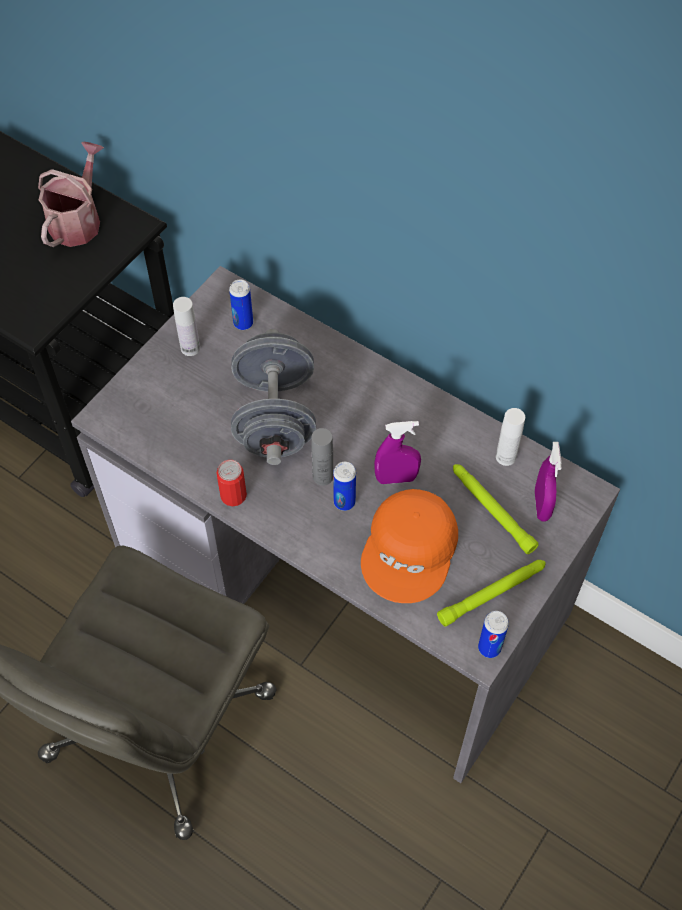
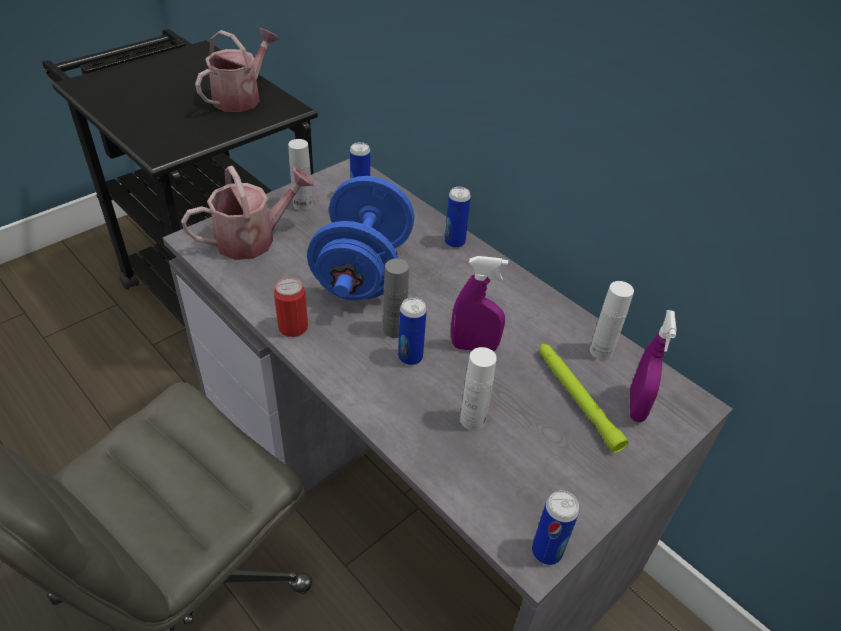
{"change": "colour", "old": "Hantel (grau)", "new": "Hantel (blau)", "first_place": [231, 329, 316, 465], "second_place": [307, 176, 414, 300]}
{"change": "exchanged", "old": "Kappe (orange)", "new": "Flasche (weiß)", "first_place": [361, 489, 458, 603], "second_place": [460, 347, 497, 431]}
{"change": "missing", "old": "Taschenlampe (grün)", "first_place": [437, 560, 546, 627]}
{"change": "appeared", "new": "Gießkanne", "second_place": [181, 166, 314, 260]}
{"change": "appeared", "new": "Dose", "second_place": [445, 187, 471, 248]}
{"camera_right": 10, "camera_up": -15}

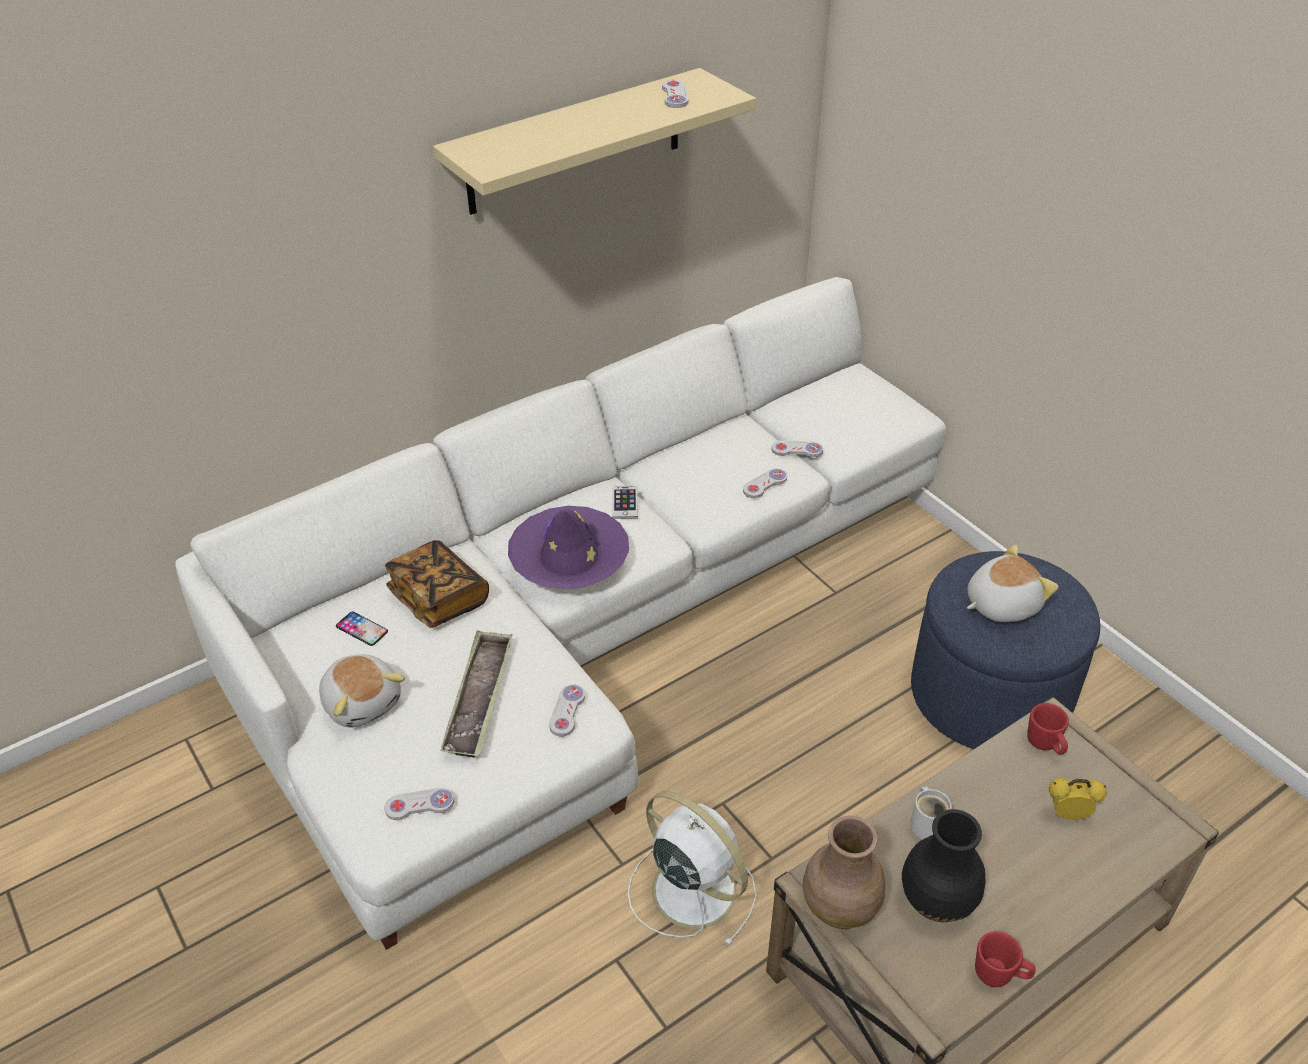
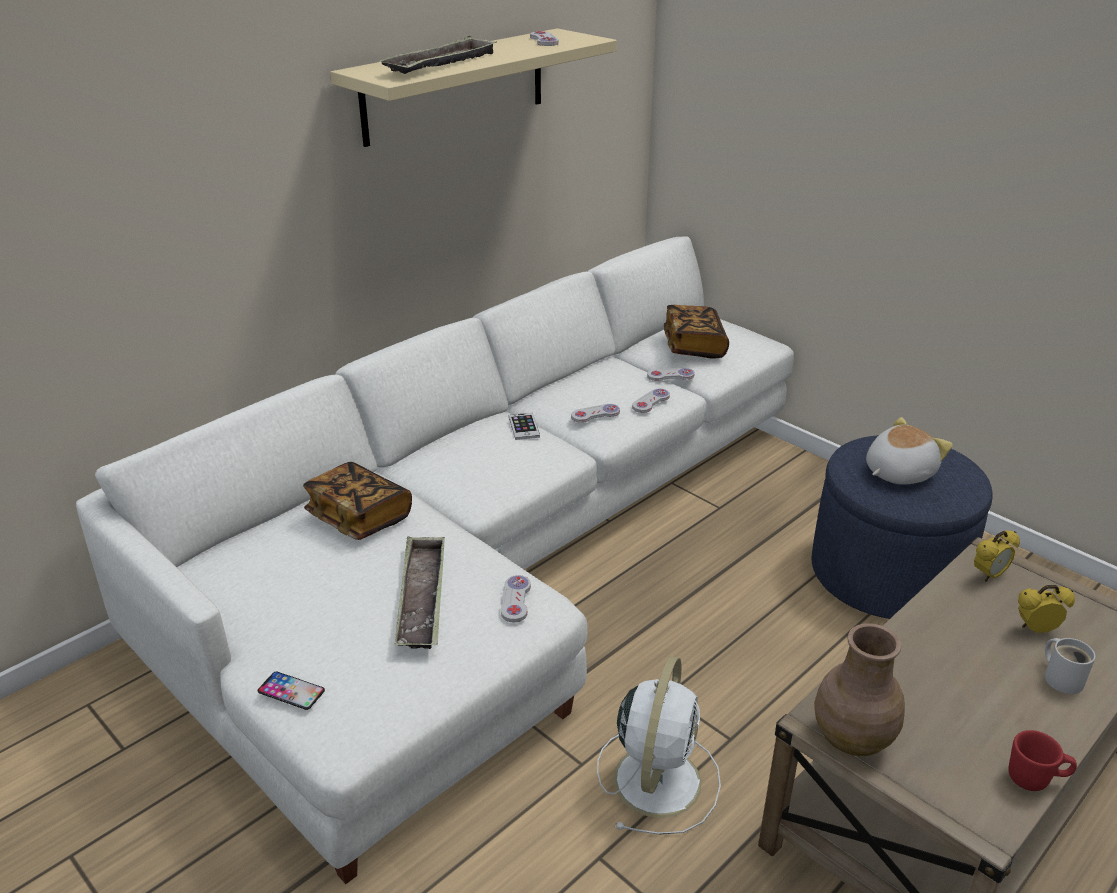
{"change": "missing", "old": "Hut (lila)", "first_place": [508, 506, 629, 589]}
{"change": "relocated", "old": "Handy", "first_place": [336, 612, 388, 646], "second_place": [258, 672, 325, 710]}
{"change": "missing", "old": "Plüschtier", "first_place": [319, 654, 405, 728]}
{"change": "exchanged", "old": "Henkelbecher (rot)", "new": "Wecker", "first_place": [1027, 703, 1069, 755], "second_place": [974, 530, 1020, 582]}
{"change": "relocated", "old": "Henkelbecher (weiß)", "first_place": [910, 787, 952, 840], "second_place": [1045, 638, 1096, 694]}
{"change": "relocated", "old": "Gamepad (weiß)", "first_place": [385, 788, 454, 820], "second_place": [571, 404, 620, 423]}
{"change": "spun", "old": "Ventilator (weiß)", "first_place": [628, 791, 757, 947], "second_place": [597, 656, 721, 835], "degrees": 75}
{"change": "missing", "old": "Vase (schwarz)", "first_place": [902, 809, 986, 922]}
{"change": "appeared", "new": "Tablett", "second_place": [380, 36, 497, 74]}
{"change": "appeared", "new": "Buch", "second_place": [664, 305, 729, 358]}
{"camera_right": -10, "camera_up": -10}

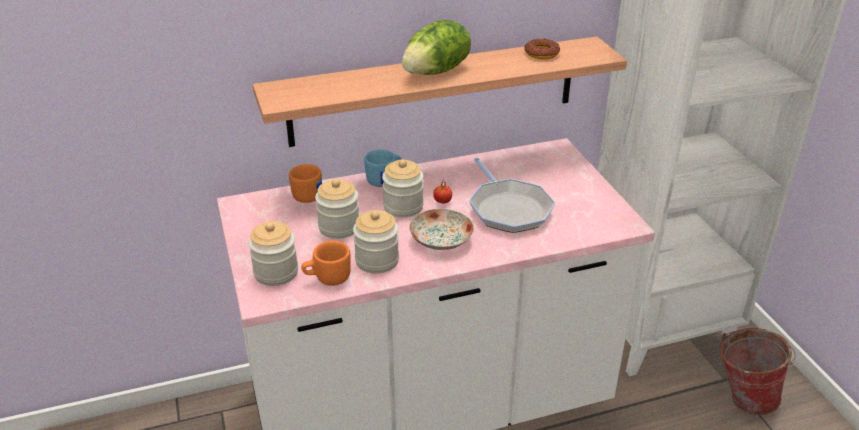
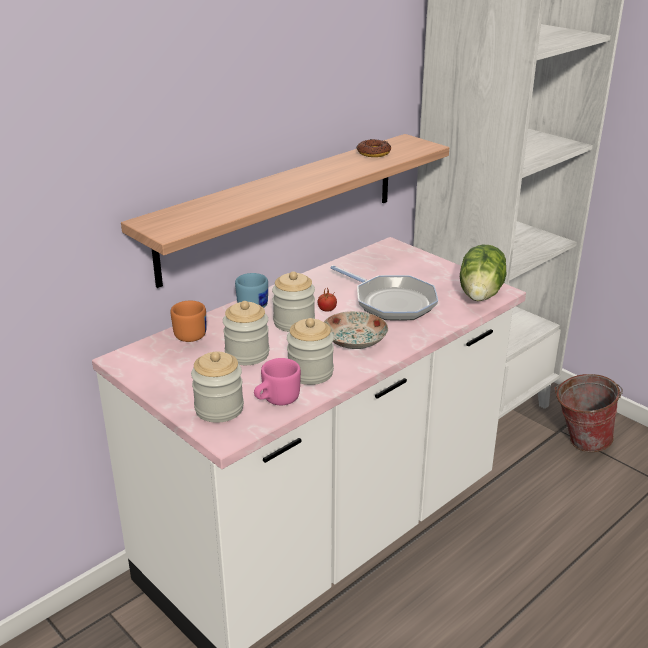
{"change": "relocated", "old": "Salatkopf", "first_place": [402, 20, 471, 75], "second_place": [460, 244, 506, 301]}
{"change": "colour", "old": "Henkelbecher (orange)", "new": "Henkelbecher (rosa)", "first_place": [301, 241, 351, 286], "second_place": [254, 358, 301, 405]}
{"camera_right": -25, "camera_up": -5}

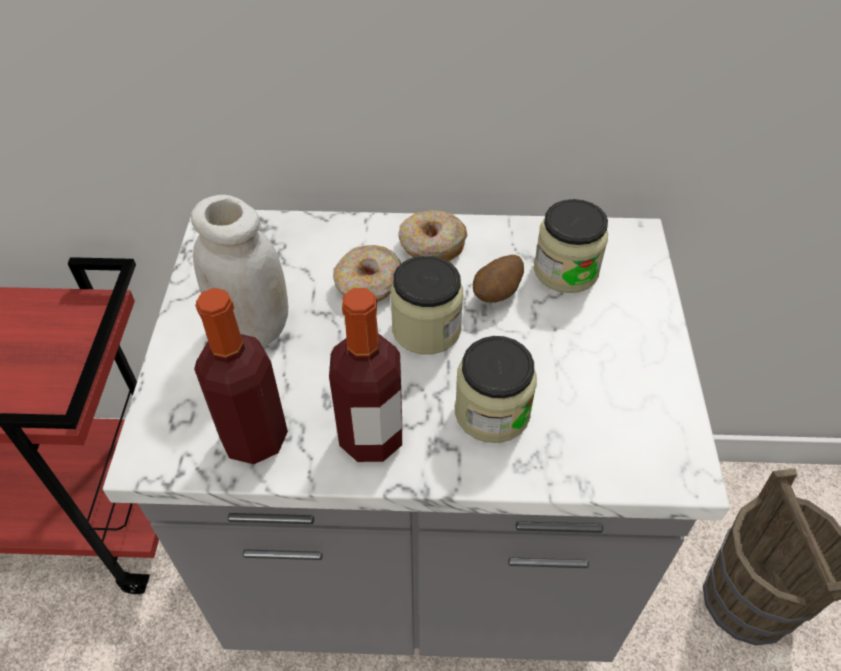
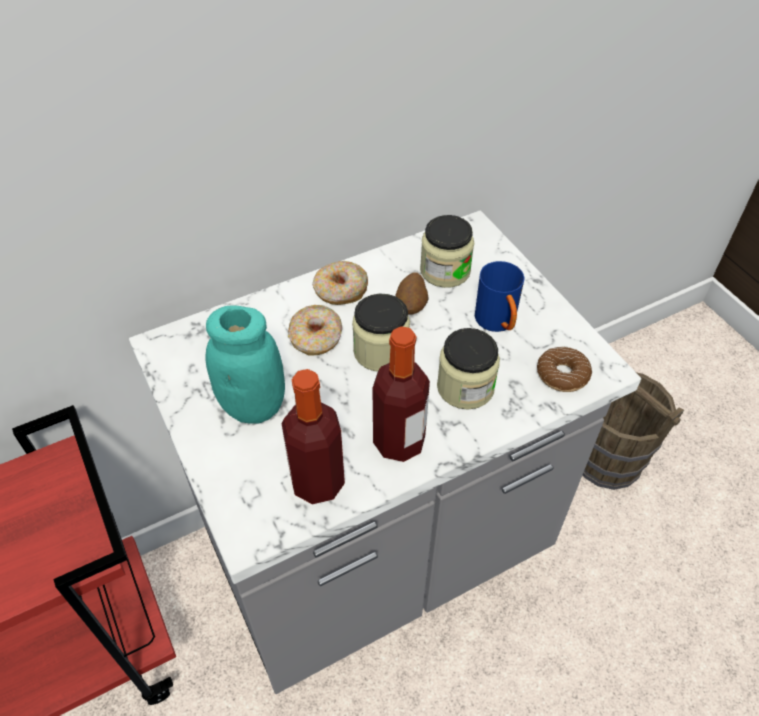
{"change": "colour", "old": "Vorratsglas (weiß)", "new": "Vorratsglas (türkis)", "first_place": [191, 195, 288, 346], "second_place": [206, 306, 285, 424]}
{"change": "appeared", "new": "Henkelbecher (blau)", "second_place": [475, 261, 524, 332]}
{"change": "appeared", "new": "Donut", "second_place": [537, 346, 592, 392]}
{"camera_right": -30, "camera_up": 0}

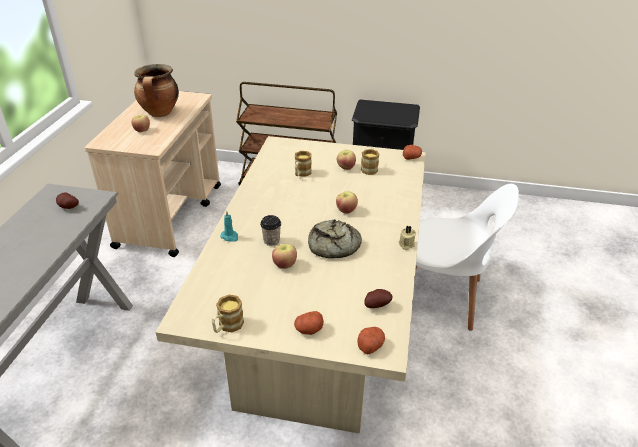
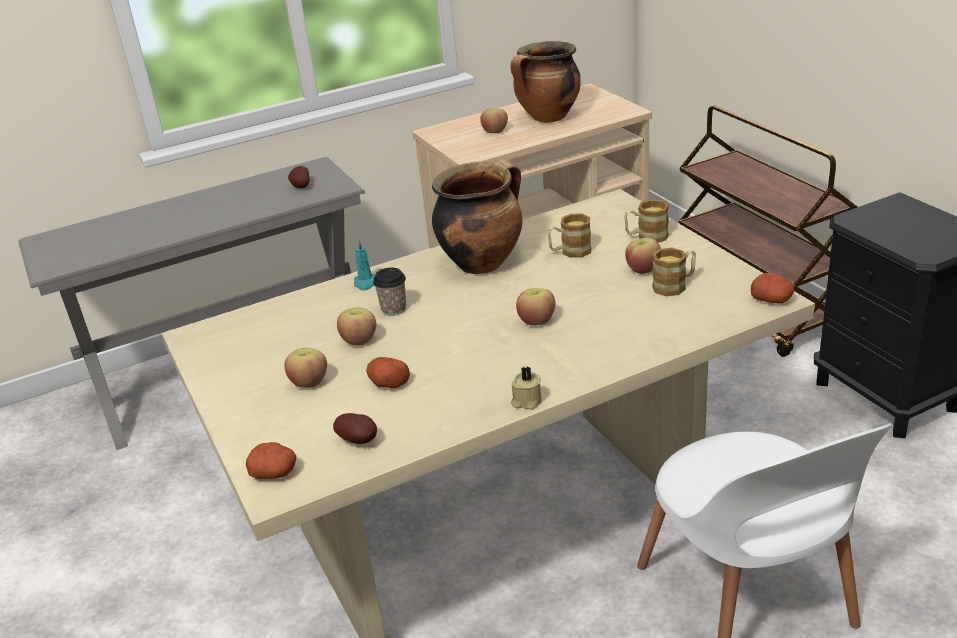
{"change": "missing", "old": "Brot", "first_place": [308, 219, 362, 258]}
{"change": "relocated", "old": "Henkelbecher", "first_place": [212, 295, 244, 333], "second_place": [624, 199, 669, 243]}
{"change": "relocated", "old": "Kartoffel", "first_place": [294, 311, 324, 335], "second_place": [366, 357, 410, 388]}
{"change": "appeared", "new": "Kochtopf", "second_place": [432, 159, 522, 274]}
{"change": "appeared", "new": "Apfel", "second_place": [284, 348, 327, 388]}
{"camera_right": 55, "camera_up": -5}

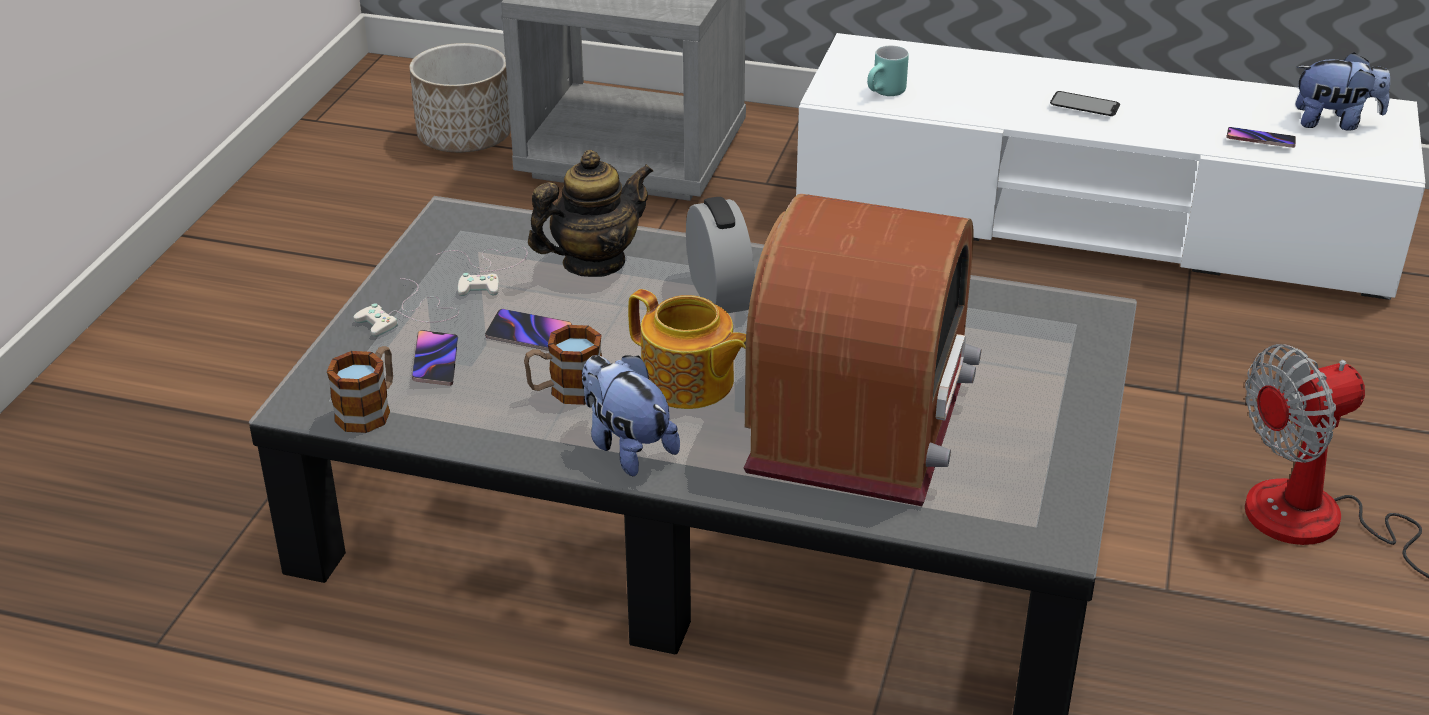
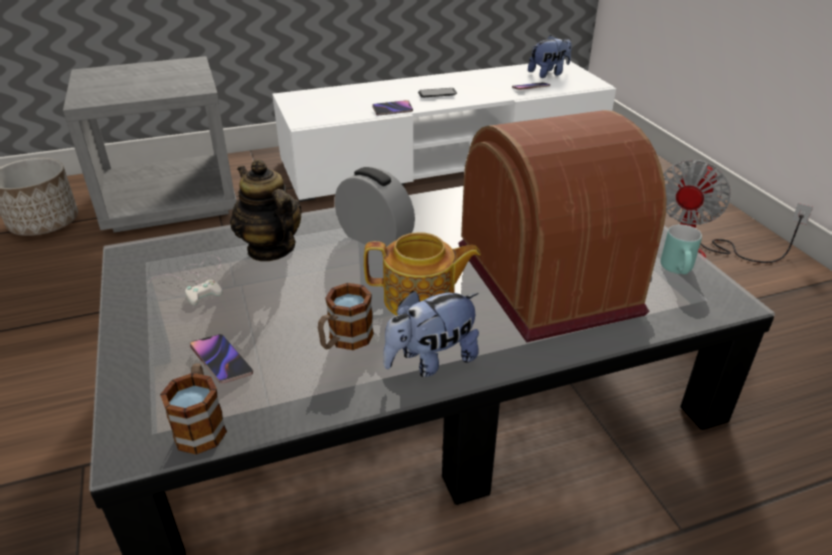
{"change": "relocated", "old": "Henkelbecher (türkis)", "first_place": [867, 45, 909, 96], "second_place": [661, 225, 702, 274]}
{"change": "spun", "old": "Teekanne", "first_place": [528, 150, 653, 277], "second_place": [230, 159, 302, 261], "degrees": -60}
{"change": "missing", "old": "Gamepad (weiß)", "first_place": [353, 278, 459, 337]}
{"change": "relocated", "old": "Handy", "first_place": [485, 309, 572, 351], "second_place": [373, 100, 413, 115]}
{"change": "spun", "old": "Plüschtier", "first_place": [582, 355, 680, 476], "second_place": [383, 291, 479, 377], "degrees": -45}
{"camera_right": -35, "camera_up": 0}

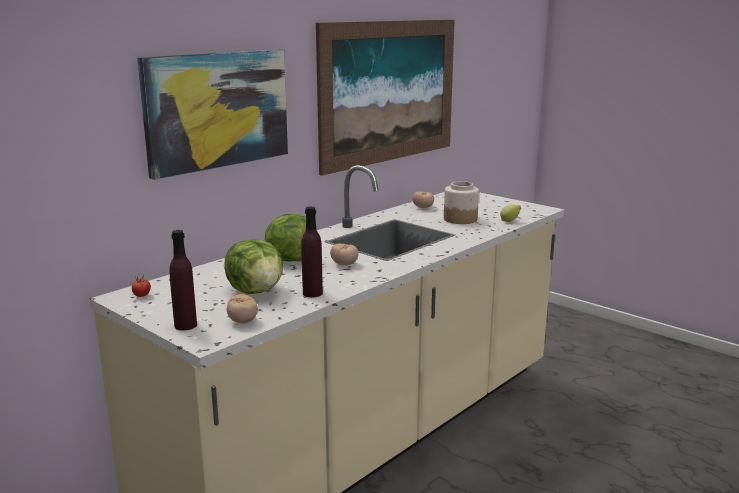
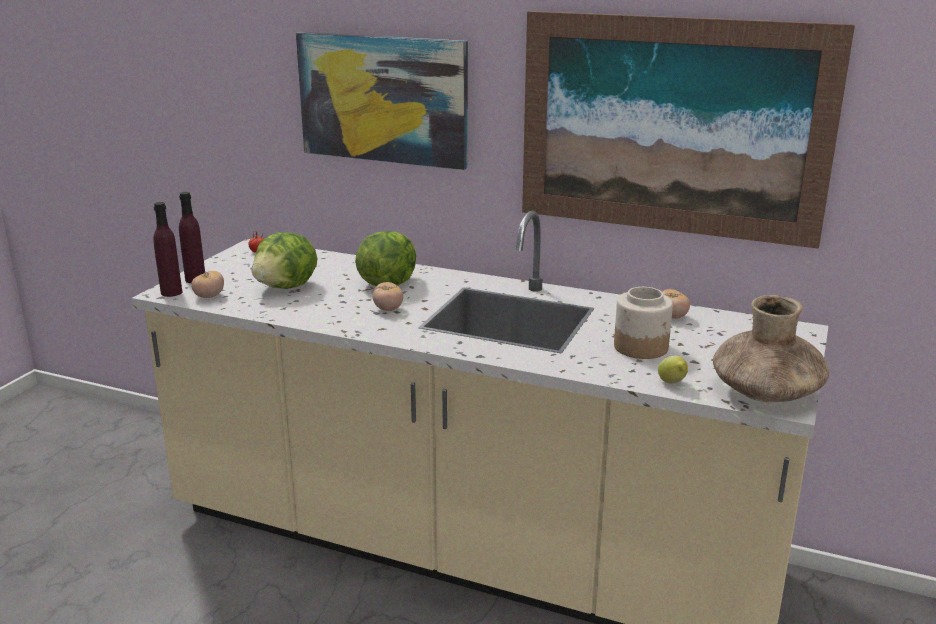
{"change": "relocated", "old": "Flasche (lila)", "first_place": [301, 207, 323, 297], "second_place": [153, 202, 182, 297]}
{"change": "appeared", "new": "Vase (braun)", "second_place": [713, 295, 829, 402]}
{"camera_right": 70, "camera_up": 5}

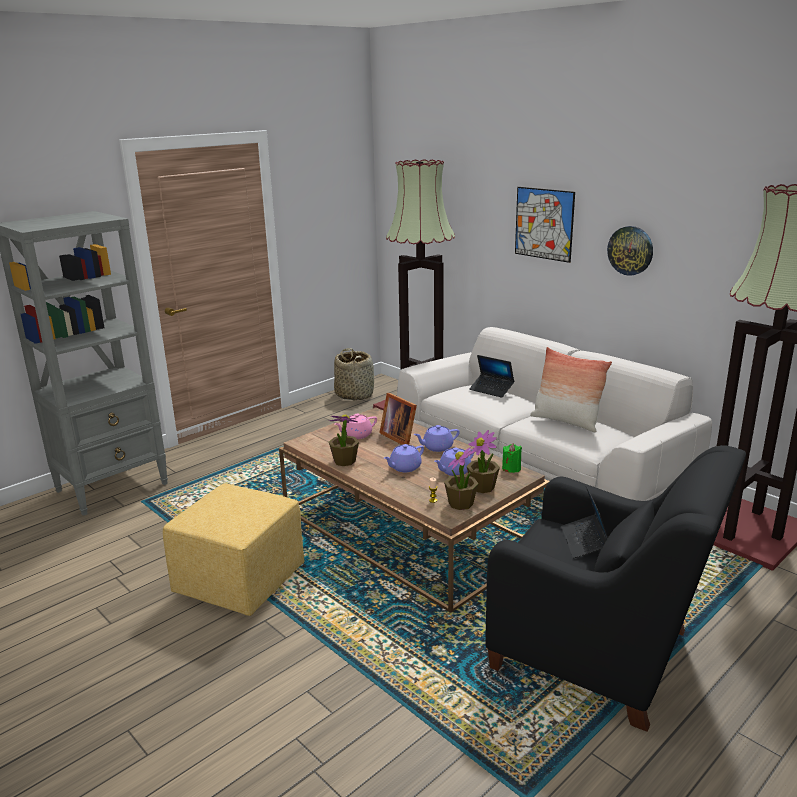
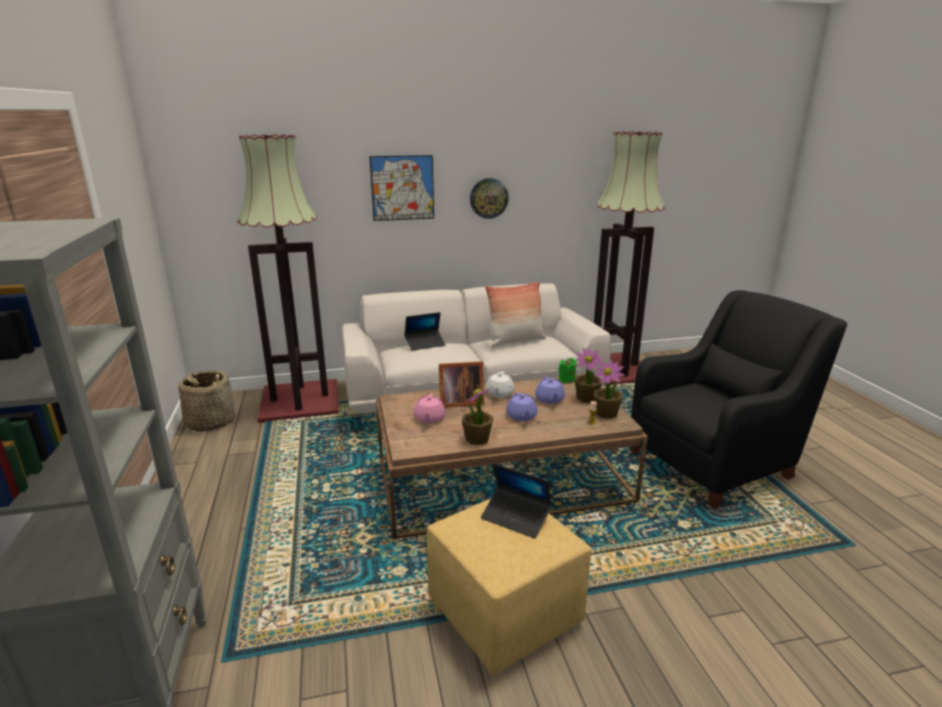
{"change": "colour", "old": "Teekanne (lila)", "new": "Teekanne (weiß)", "first_place": [414, 425, 460, 452], "second_place": [485, 371, 514, 398]}
{"change": "relocated", "old": "Laptop", "first_place": [561, 485, 608, 558], "second_place": [481, 463, 552, 539]}
{"camera_right": -60, "camera_up": 0}

